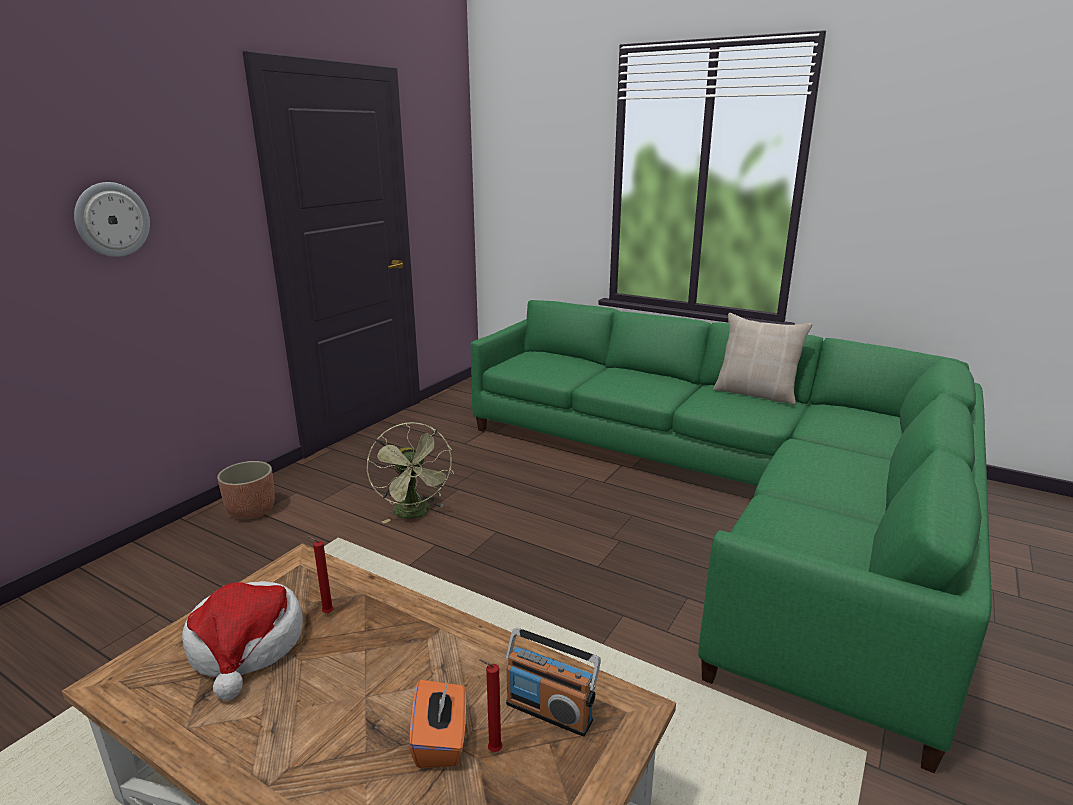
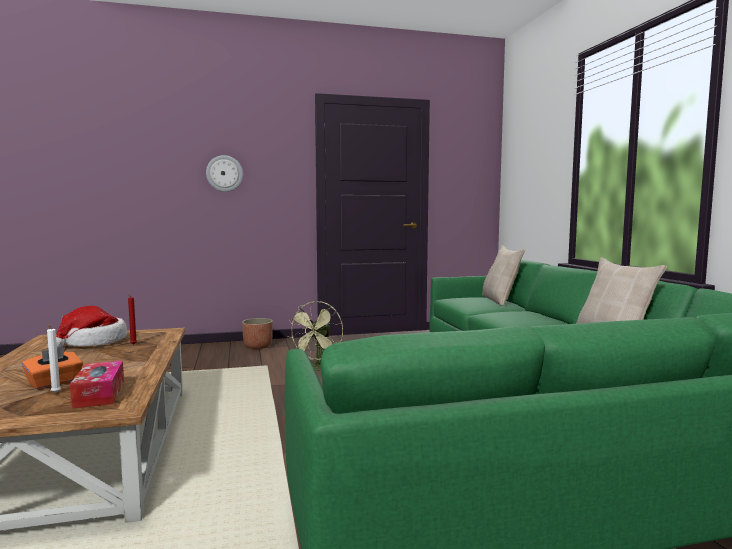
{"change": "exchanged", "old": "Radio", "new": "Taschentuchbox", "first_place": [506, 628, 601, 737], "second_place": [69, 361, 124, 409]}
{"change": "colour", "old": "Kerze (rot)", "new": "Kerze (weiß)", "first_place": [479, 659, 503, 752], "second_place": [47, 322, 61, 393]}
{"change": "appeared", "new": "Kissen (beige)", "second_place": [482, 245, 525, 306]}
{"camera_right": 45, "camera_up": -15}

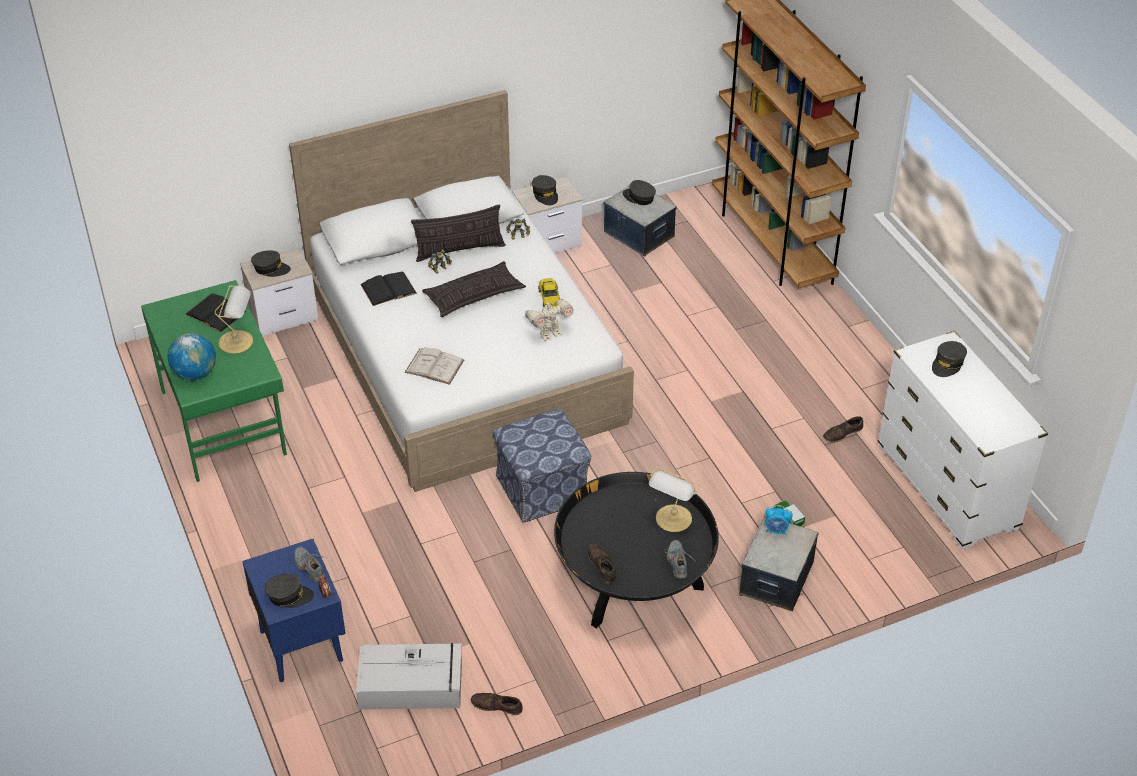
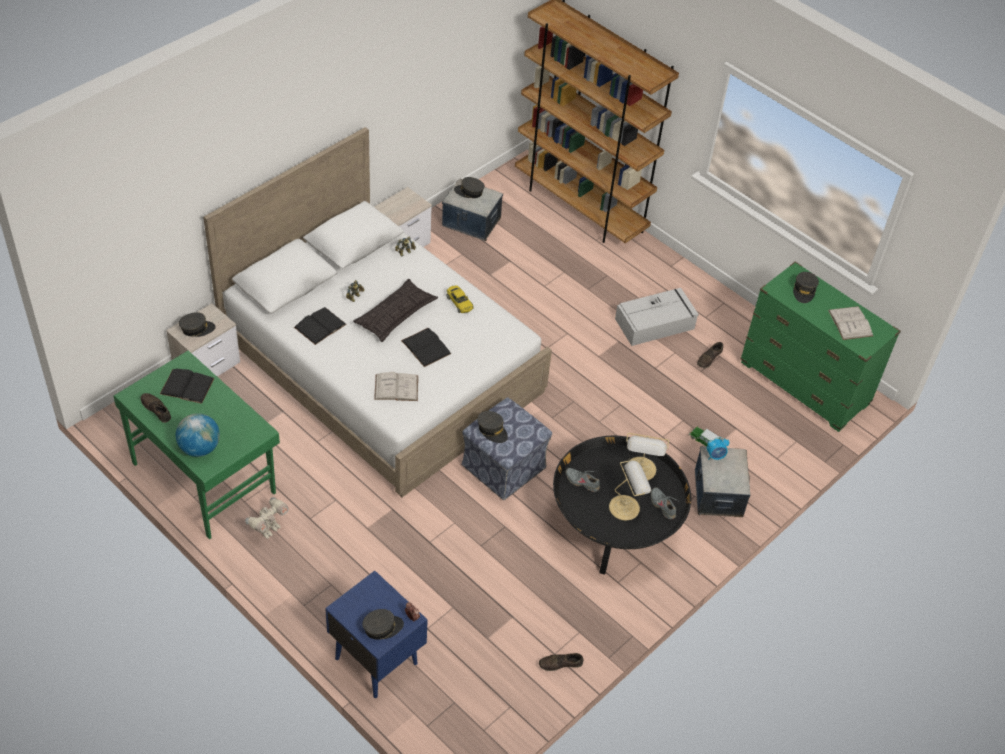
{"change": "relocated", "old": "Kappe (grau)", "first_place": [532, 175, 558, 205], "second_place": [477, 411, 508, 443]}
{"change": "missing", "old": "Kissen", "first_place": [411, 204, 506, 262]}
{"change": "relocated", "old": "Tischlampe", "first_place": [214, 285, 253, 354], "second_place": [609, 460, 651, 520]}
{"change": "relocated", "old": "Spielzeugroboter", "first_place": [525, 299, 574, 341], "second_place": [245, 497, 289, 539]}
{"change": "colour", "old": "Kommode (weiß)", "new": "Kommode (grün)", "first_place": [878, 331, 1048, 550], "second_place": [740, 262, 901, 432]}
{"change": "relocated", "old": "Schuh (braun)", "first_place": [587, 543, 616, 584], "second_place": [140, 393, 171, 423]}
{"change": "relocated", "old": "Schuh (grau)", "first_place": [293, 547, 328, 582], "second_place": [566, 468, 600, 492]}
{"change": "relocated", "old": "Aufbewahrungsbox (grau)", "first_place": [356, 643, 462, 710], "second_place": [615, 288, 699, 346]}
{"change": "appeared", "new": "Buch (weiß)", "second_place": [828, 306, 873, 340]}
{"change": "appeared", "new": "Buch (schwarz)", "second_place": [401, 328, 451, 367]}
{"camera_right": -25, "camera_up": 5}

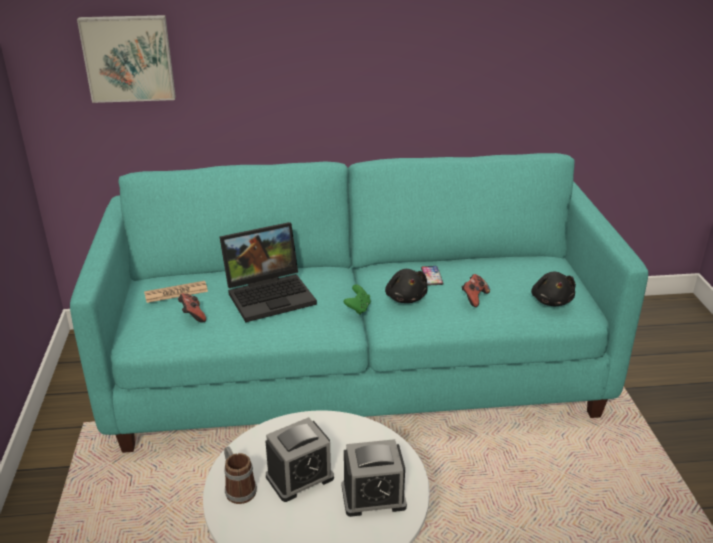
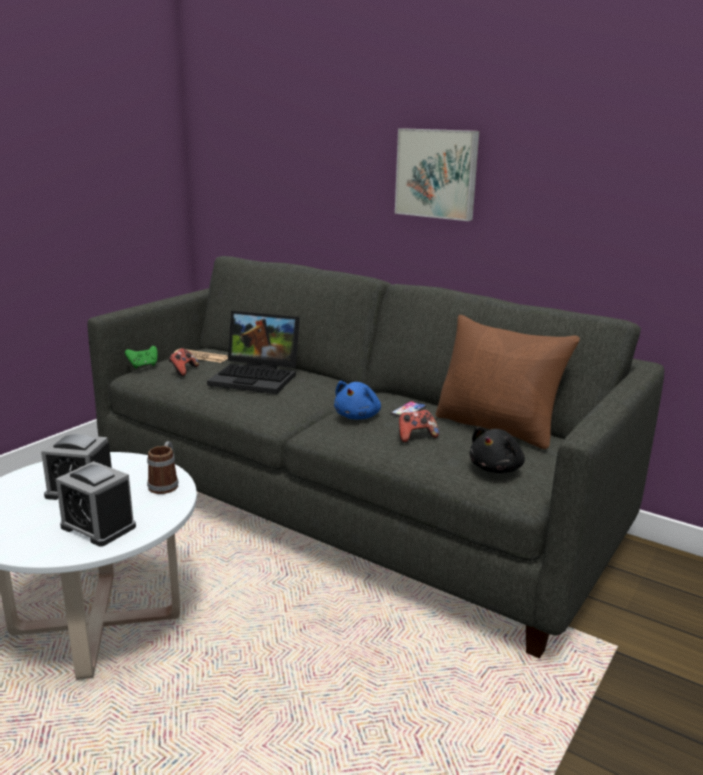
{"change": "relocated", "old": "Bild", "first_place": [77, 15, 176, 103], "second_place": [395, 128, 479, 221]}
{"change": "colour", "old": "Sofa (türkis)", "new": "Sofa (grau)", "first_place": [70, 153, 648, 453], "second_place": [87, 256, 664, 659]}
{"change": "colour", "old": "Plüschtier (schwarz)", "new": "Plüschtier (blau)", "first_place": [385, 269, 428, 303], "second_place": [334, 381, 381, 419]}
{"change": "relocated", "old": "Gamepad (grün)", "first_place": [344, 284, 371, 315], "second_place": [125, 346, 158, 369]}
{"change": "relocated", "old": "Henkelbecher", "first_place": [224, 446, 257, 504], "second_place": [147, 441, 179, 494]}
{"change": "appeared", "new": "Kissen (braun)", "second_place": [435, 315, 580, 449]}
{"camera_right": 40, "camera_up": -10}

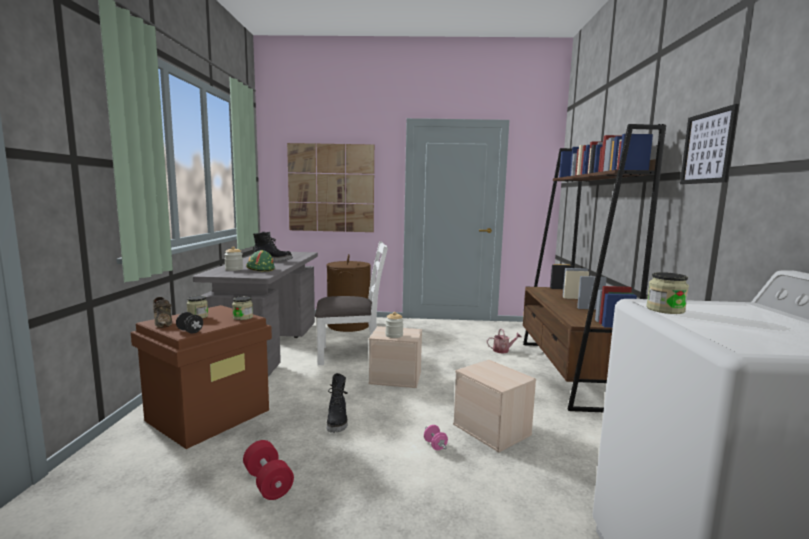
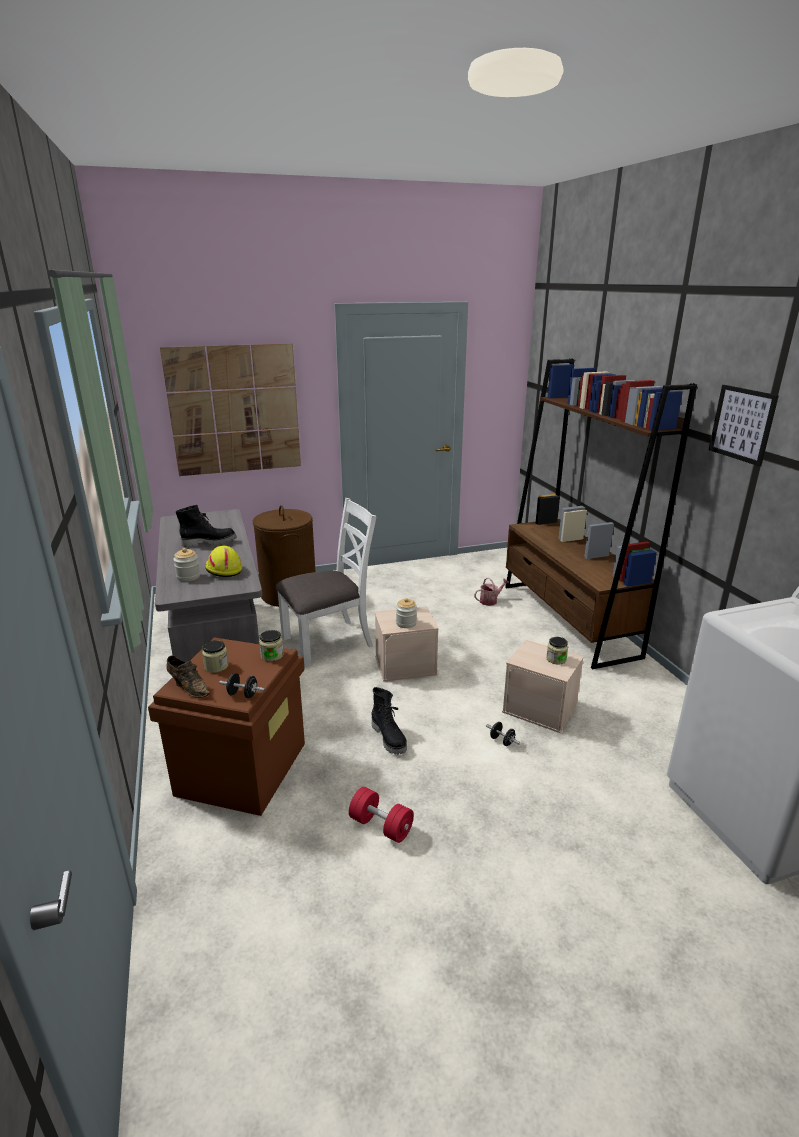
{"change": "colour", "old": "Schutzhelm (grün)", "new": "Schutzhelm (gelb)", "first_place": [246, 250, 275, 272], "second_place": [205, 546, 242, 577]}
{"change": "relocated", "old": "Vorratsglas", "first_place": [646, 272, 689, 314], "second_place": [546, 637, 568, 664]}
{"change": "colour", "old": "Hantel (rosa)", "new": "Hantel (schwarz)", "first_place": [424, 425, 448, 450], "second_place": [486, 722, 520, 746]}
{"camera_right": -20, "camera_up": 15}

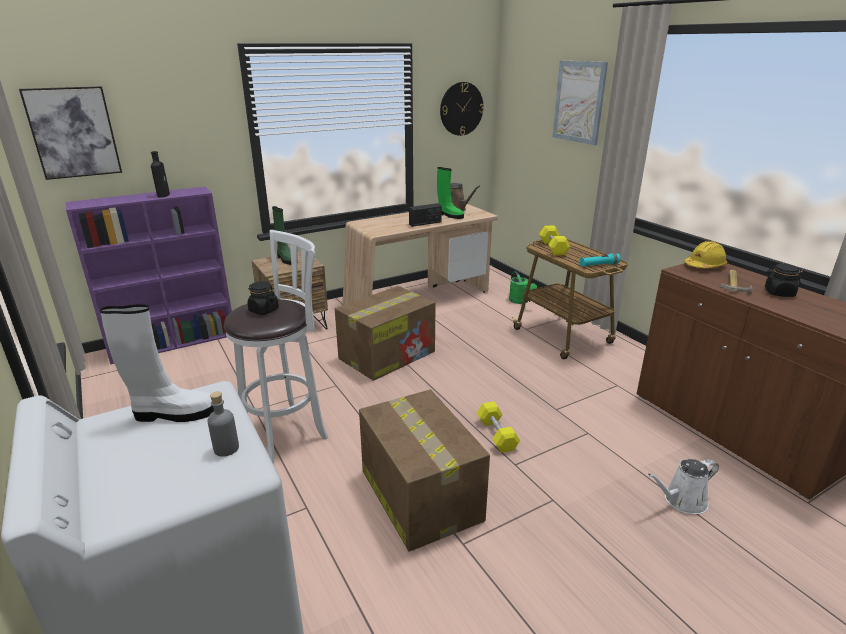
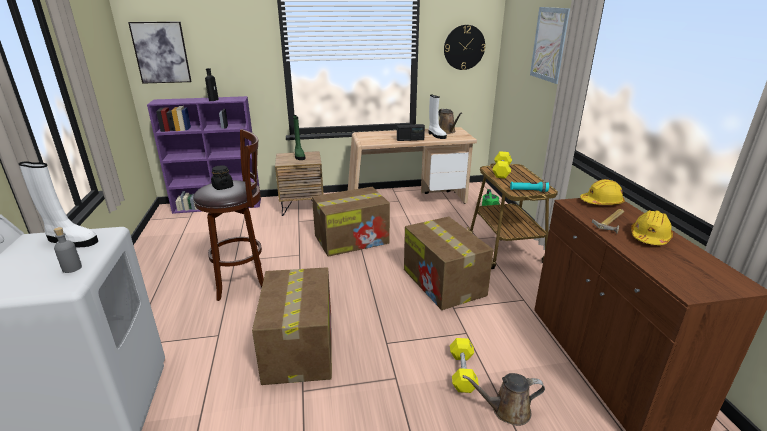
{"change": "colour", "old": "Stiefel (grün)", "new": "Stiefel (weiß)", "first_place": [437, 167, 464, 219], "second_place": [428, 95, 447, 139]}
{"change": "colour", "old": "Hocker (weiß)", "new": "Hocker (braun)", "first_place": [224, 230, 328, 464], "second_place": [193, 129, 264, 301]}
{"change": "exchanged", "old": "Vorratsglas (schwarz)", "new": "Schutzhelm (gelb)", "first_place": [765, 264, 803, 297], "second_place": [631, 210, 673, 245]}
{"change": "relocated", "old": "Hantel (gelb)", "first_place": [477, 401, 520, 453], "second_place": [450, 338, 479, 393]}
{"change": "colour", "old": "Gießkanne (weiß)", "new": "Gießkanne (braun)", "first_place": [648, 459, 719, 514], "second_place": [463, 373, 545, 426]}
{"change": "appeared", "new": "Karton", "second_place": [404, 217, 493, 310]}
{"camera_right": 20, "camera_up": 0}

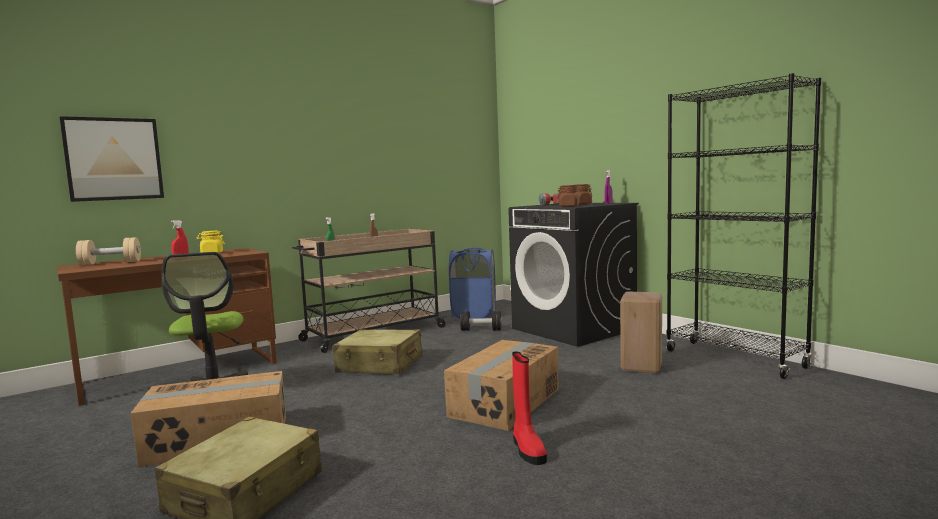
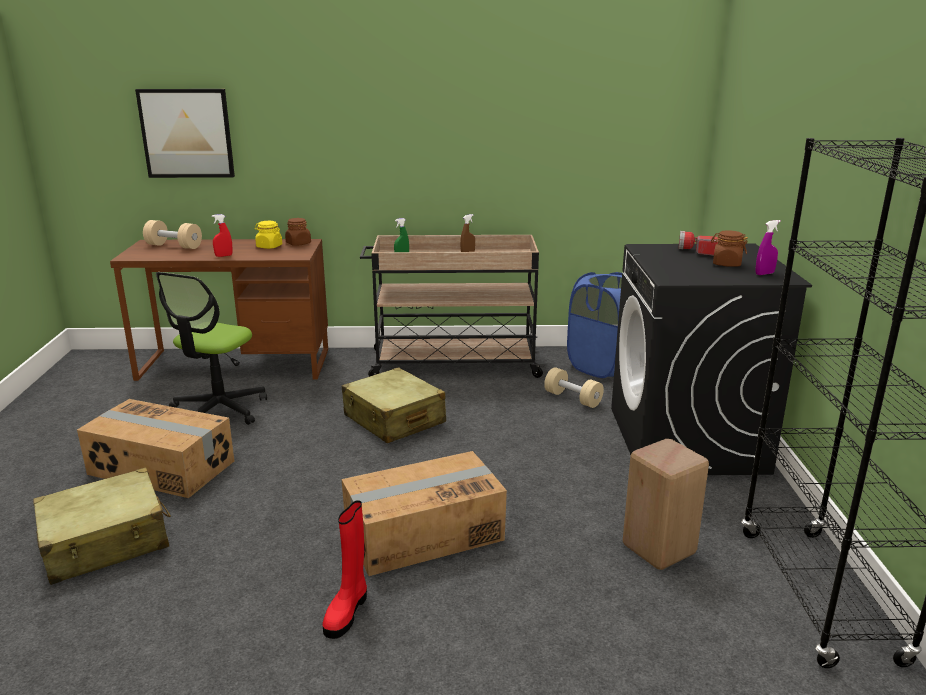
{"change": "relocated", "old": "Vorratsglas (braun)", "first_place": [557, 185, 581, 207], "second_place": [285, 218, 311, 246]}
{"change": "colour", "old": "Hantel (schwarz)", "new": "Hantel (beige)", "first_place": [460, 311, 502, 331], "second_place": [544, 367, 604, 408]}
{"camera_right": 35, "camera_up": 15}

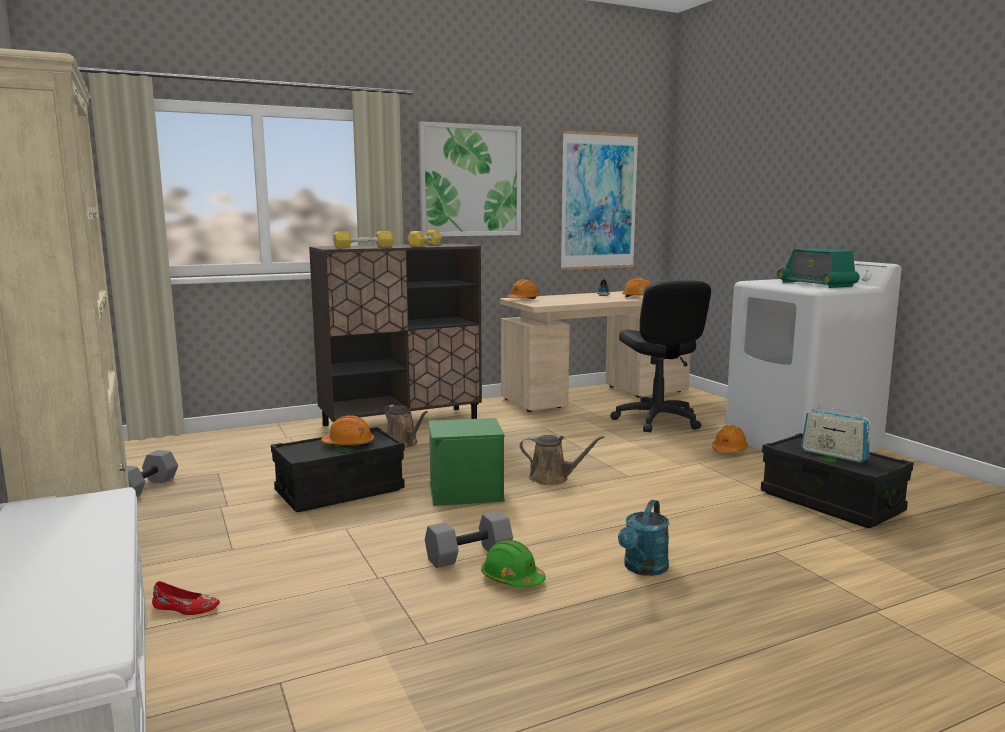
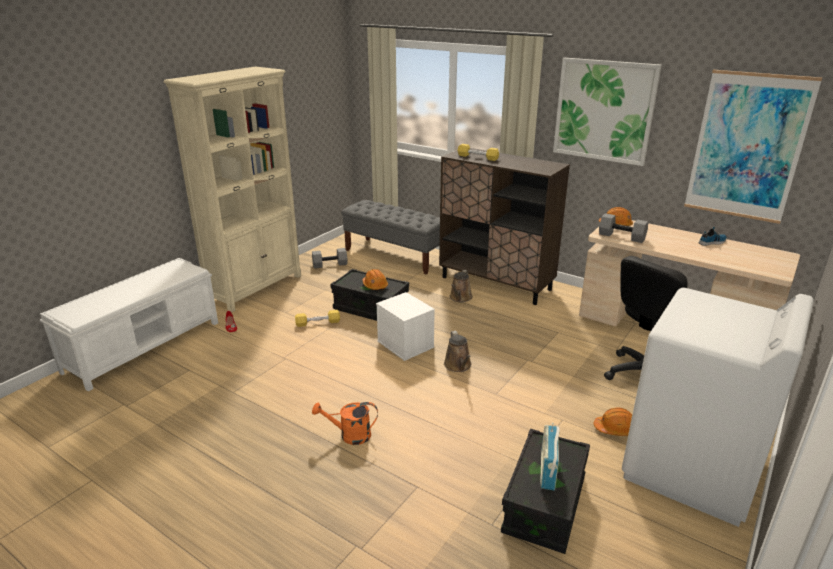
{"change": "relocated", "old": "Hantel (gelb)", "first_place": [407, 230, 442, 247], "second_place": [295, 310, 340, 327]}
{"change": "missing", "old": "Radio", "first_place": [777, 248, 860, 288]}
{"change": "missing", "old": "Schutzhelm (orange)", "first_place": [622, 277, 651, 298]}
{"change": "colour", "old": "Aufbewahrungsbox (grün)", "new": "Aufbewahrungsbox (weiß)", "first_place": [428, 418, 505, 506], "second_place": [376, 292, 435, 361]}
{"change": "colour", "old": "Gießkanne (türkis)", "new": "Gießkanne (orange)", "first_place": [618, 500, 669, 576], "second_place": [312, 402, 378, 445]}
{"change": "relocated", "old": "Hantel (grau)", "first_place": [425, 511, 513, 568], "second_place": [599, 213, 648, 243]}
{"change": "missing", "old": "Schutzhelm (grün)", "first_place": [481, 540, 546, 588]}
{"change": "appeared", "new": "Bank (grau)", "second_place": [341, 200, 440, 274]}
{"camera_right": 60, "camera_up": 15}

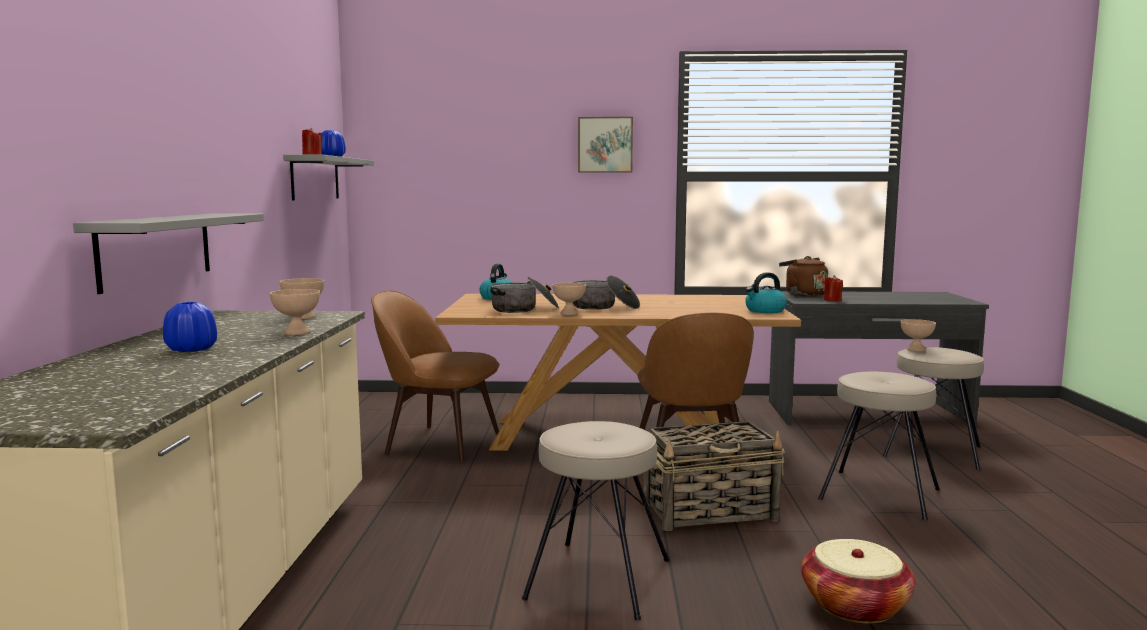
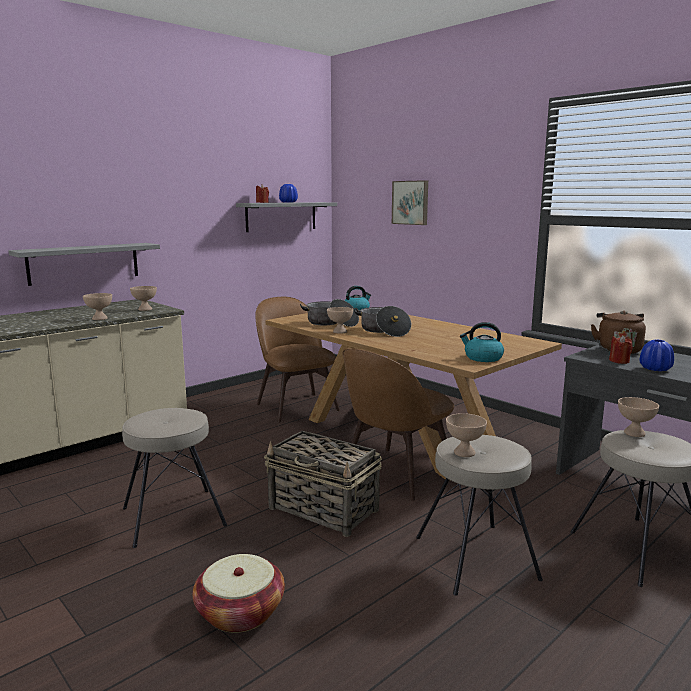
{"change": "relocated", "old": "Bild", "first_place": [578, 117, 633, 172], "second_place": [392, 180, 428, 225]}
{"change": "relocated", "old": "Vase (blau)", "first_place": [163, 302, 217, 352], "second_place": [640, 340, 674, 371]}
{"change": "appeared", "new": "Schüssel (beige)", "second_place": [446, 413, 487, 457]}
{"camera_right": 45, "camera_up": 5}

